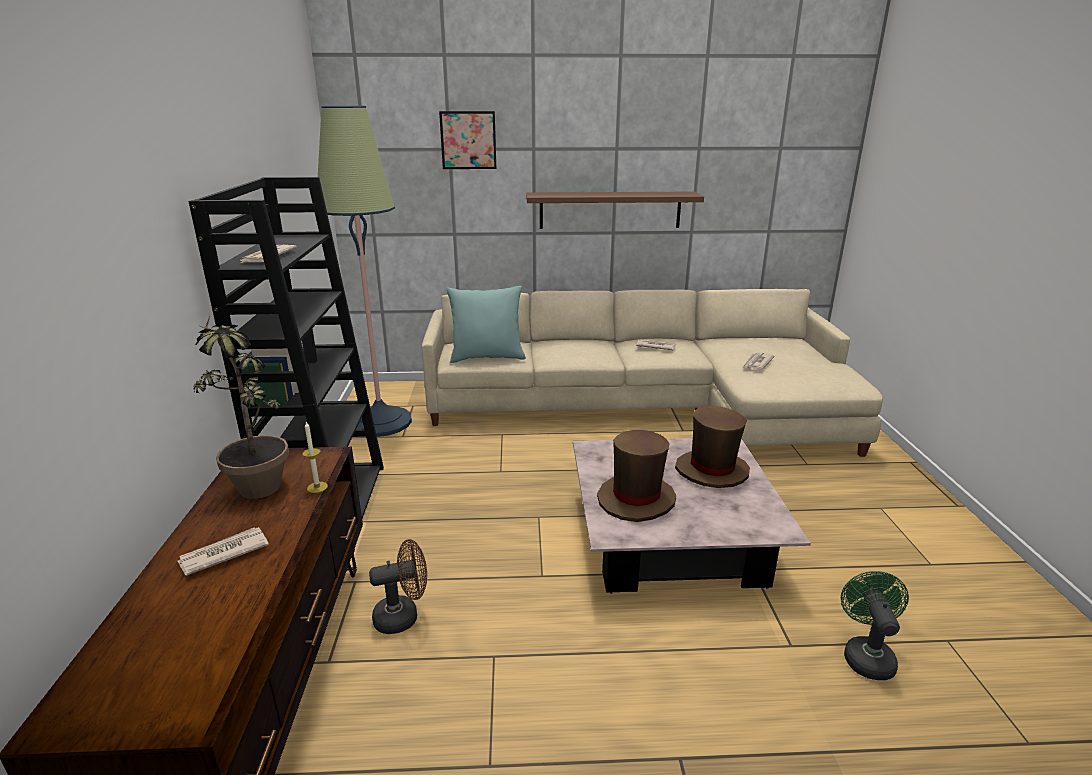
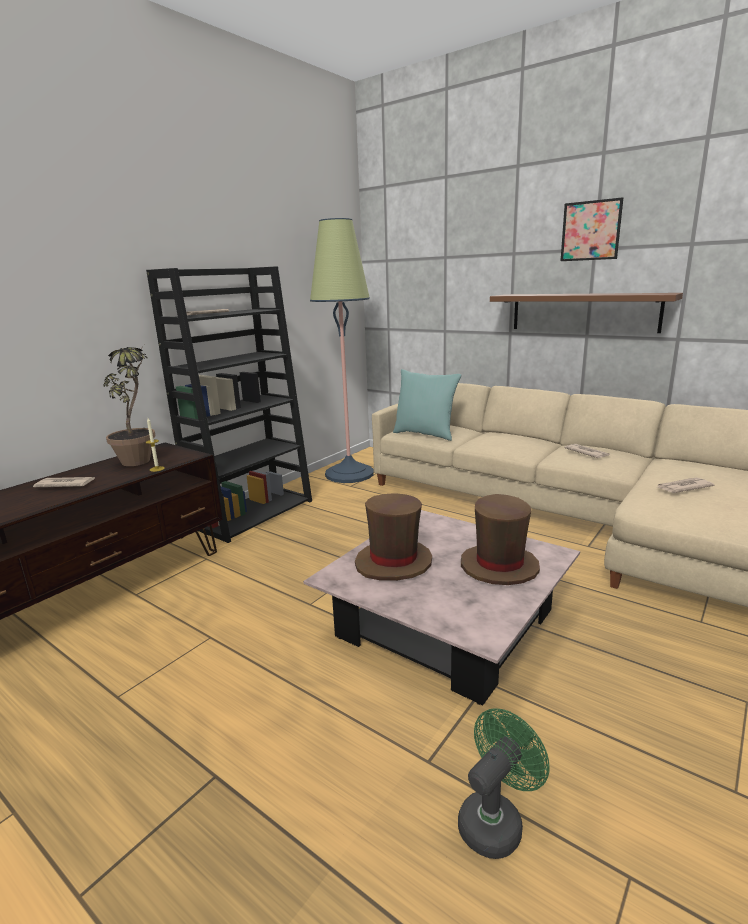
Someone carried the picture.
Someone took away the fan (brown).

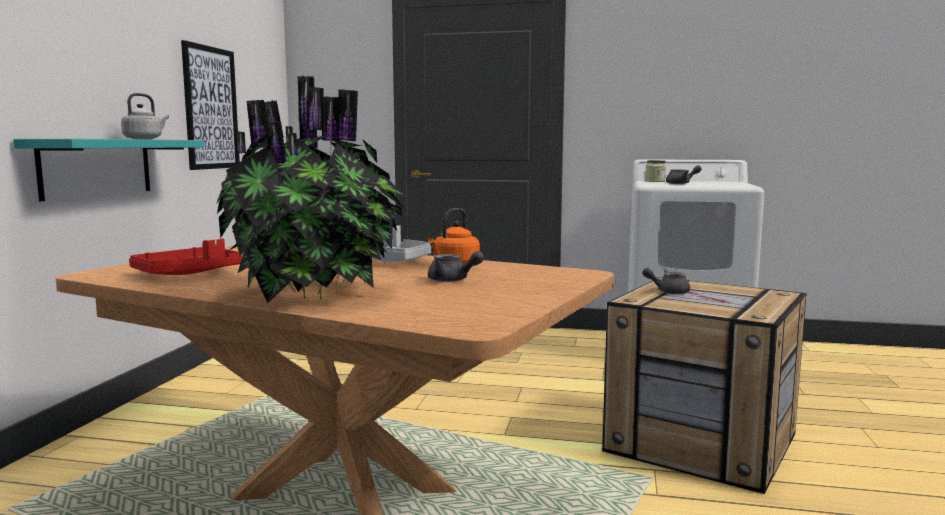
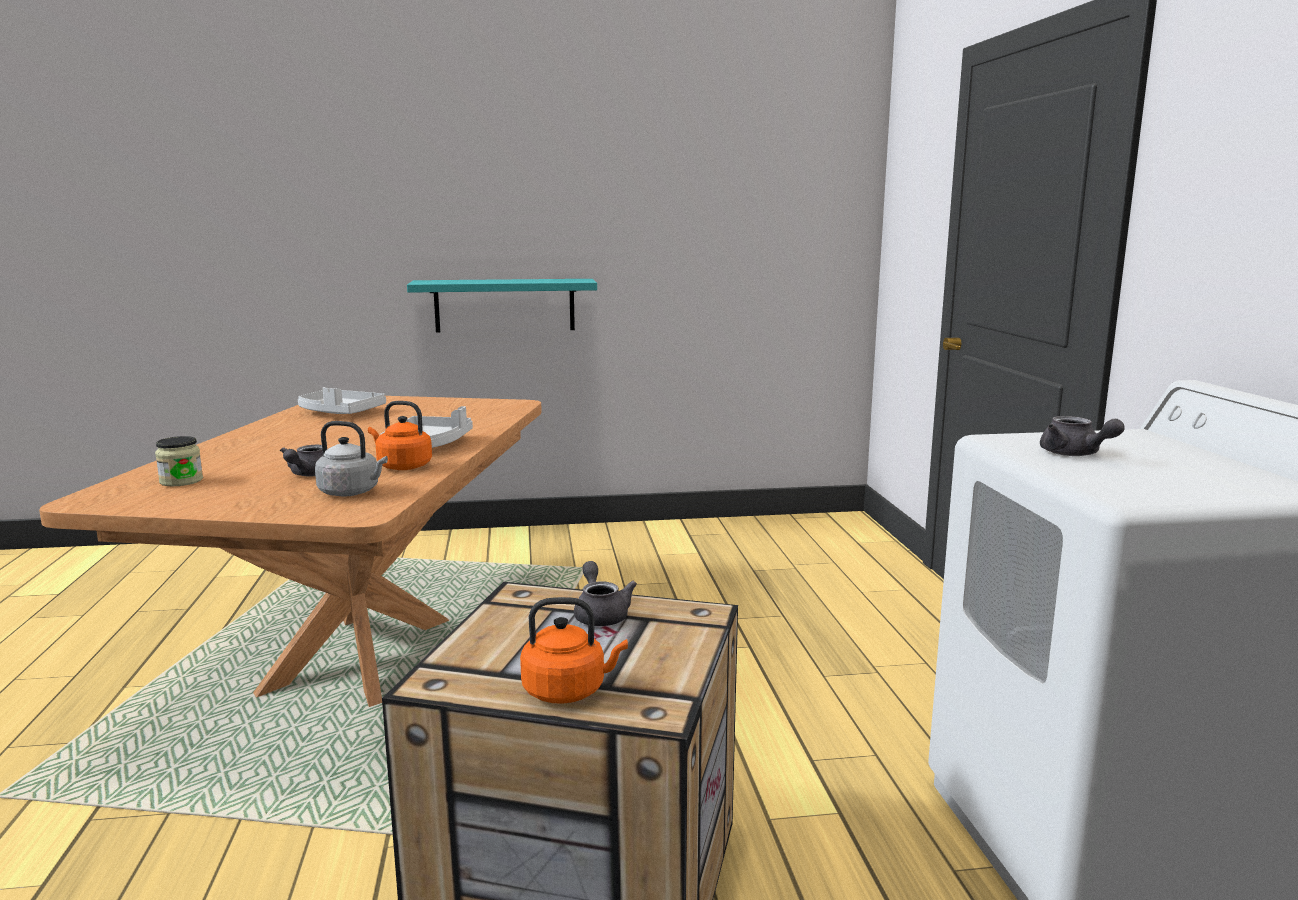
Someone carried the storage jar.
Someone repainted the serving tray (red), which became the serving tray (grey) (no. 1 from left).
Someone carried the water kettle (grey).
Someone put down the water kettle (orangey) (no. 2 from left).
Someone took away the picture.
Someone took away the potted plant.

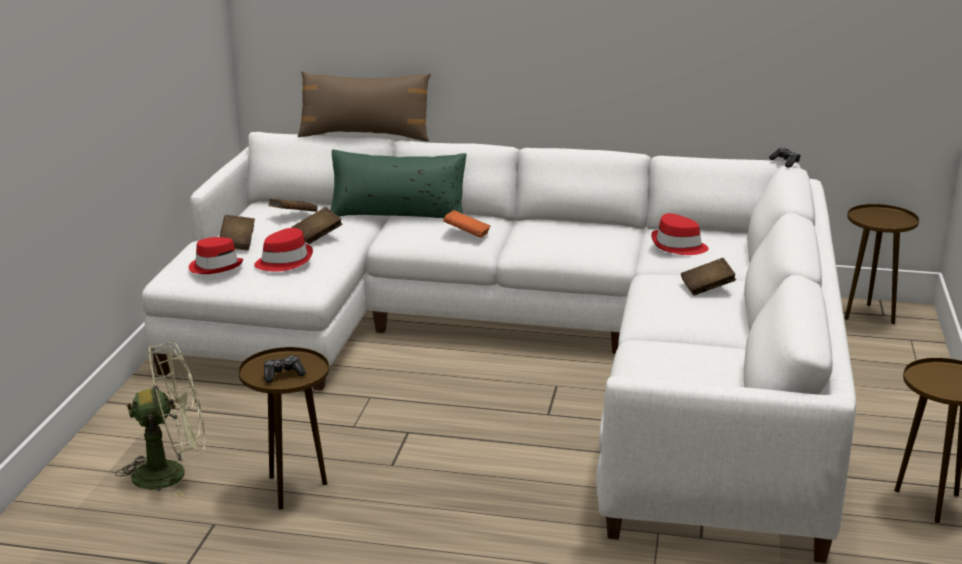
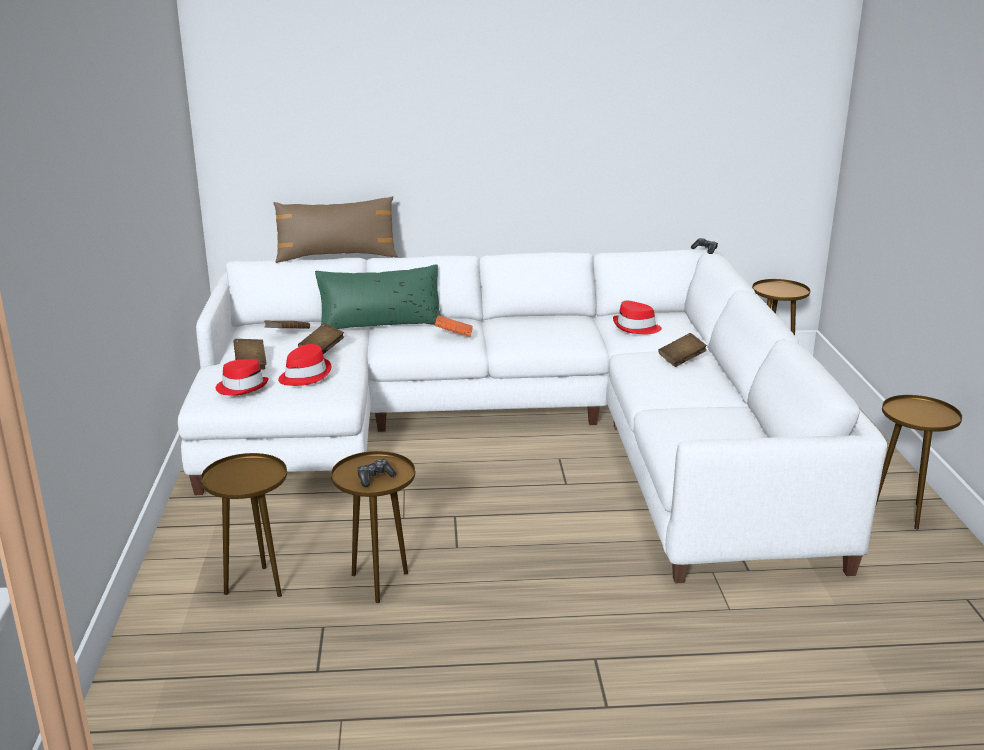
Someone swapped the fan (greenish) for the accent table (brown) (no. 1 from left).

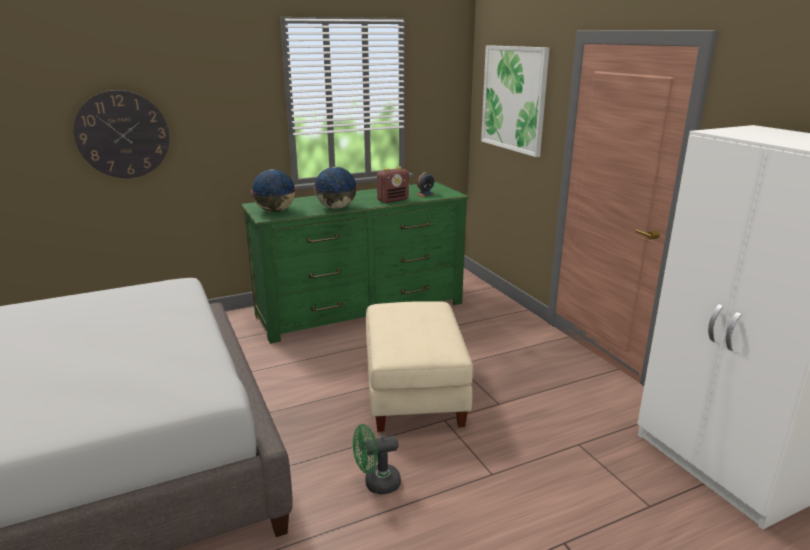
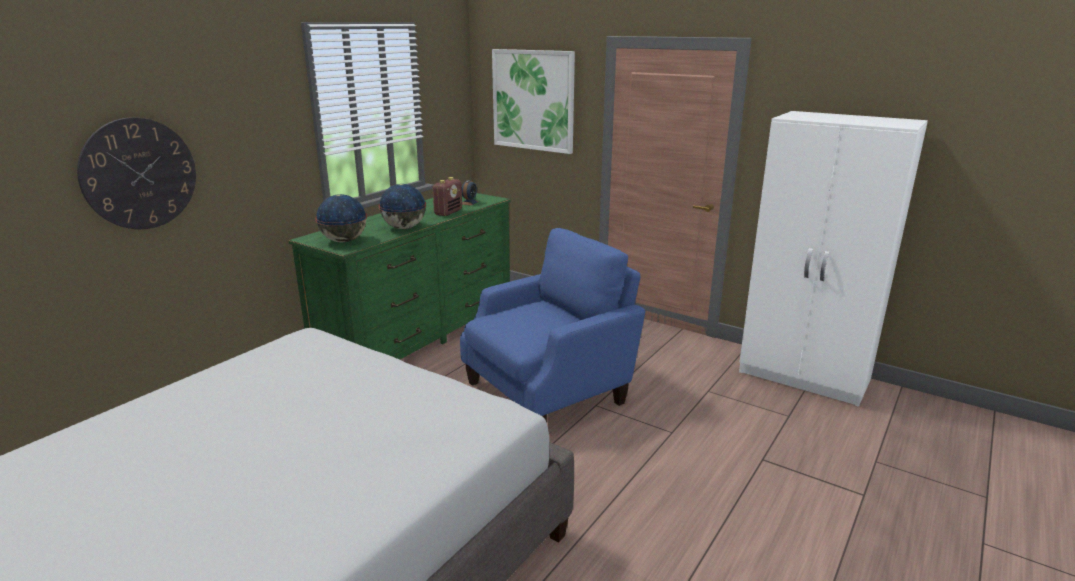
Someone swapped the pouffe (beige-coloured) for the armchair (blue-coloured).
Someone took away the fan (greenish).

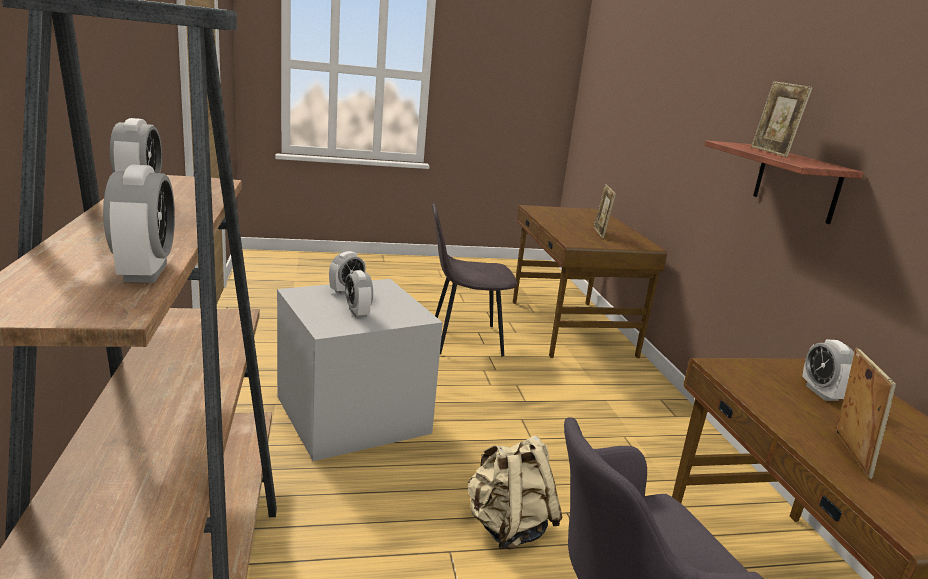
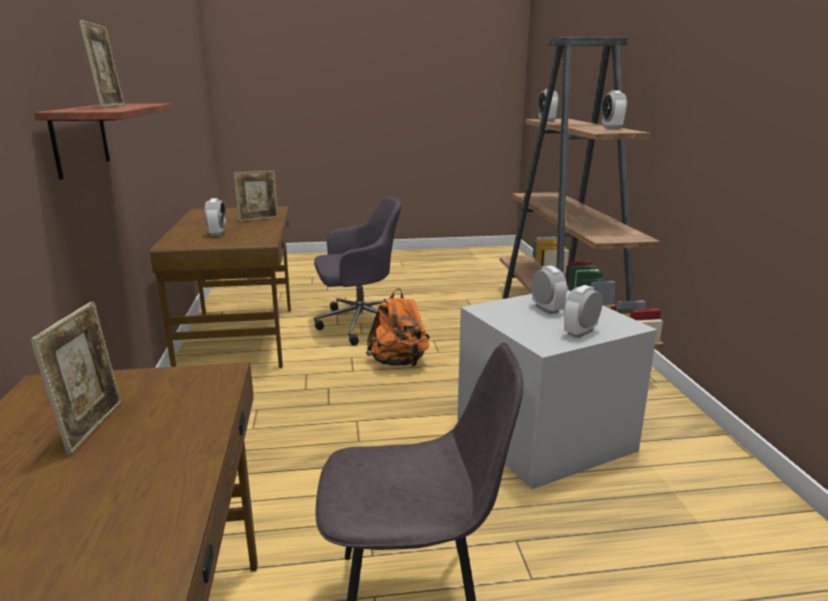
Someone rotated the photo frame (no. 3 from left) by 135 degrees counterclockwise.
Someone repainted the rucksack (beige-coloured), which became the rucksack (orangey).

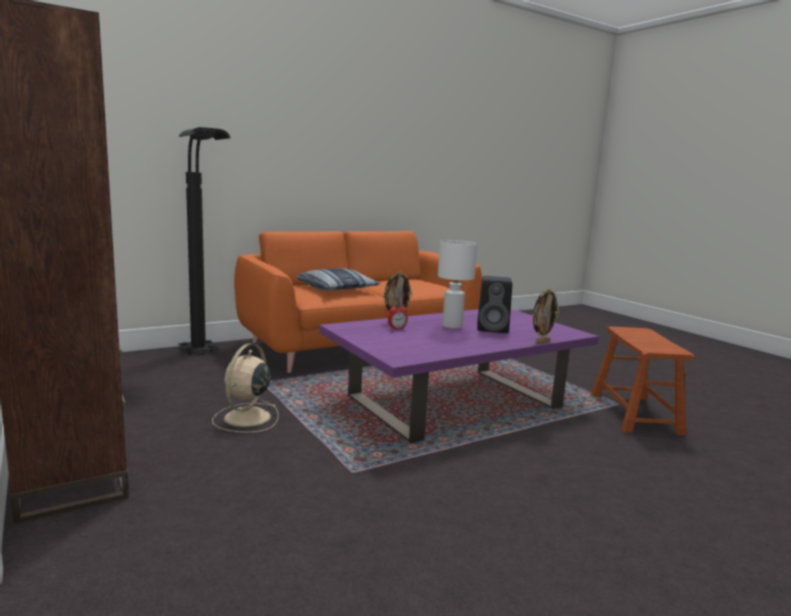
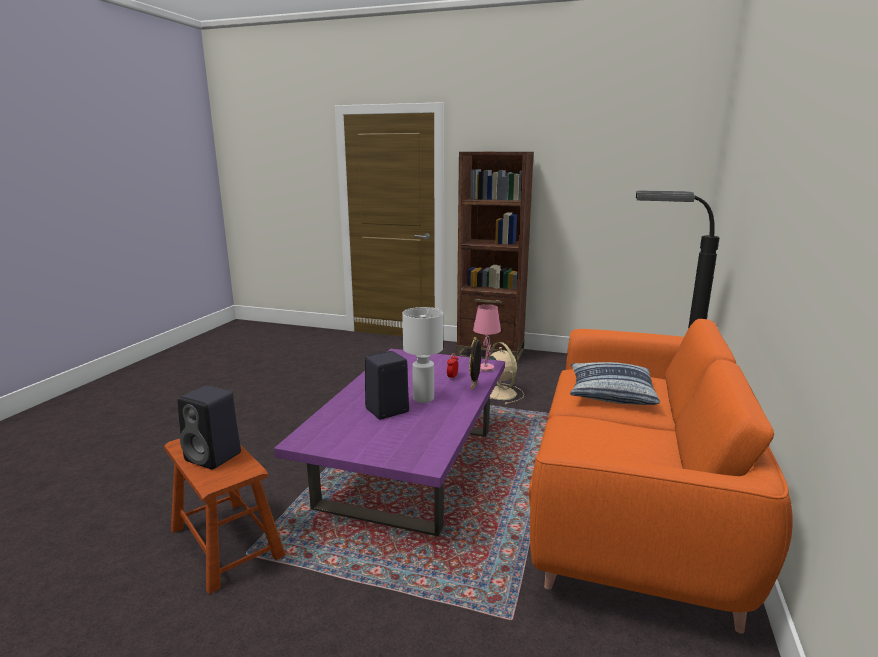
Someone put down the audio speaker (black) (no. 1 from left).
Someone put down the table lamp (pink).
Someone took away the photo frame (no. 2 from left).

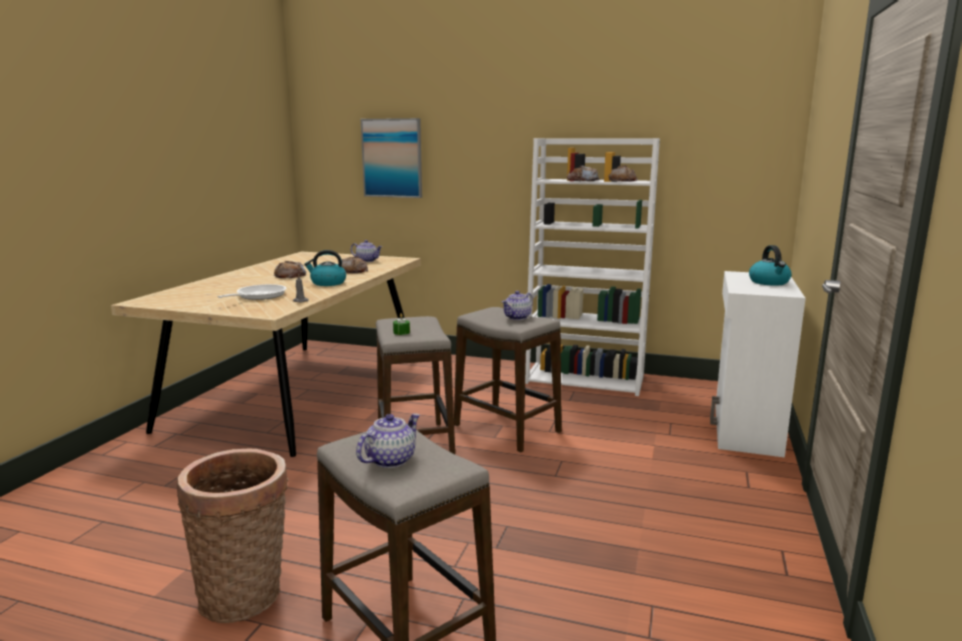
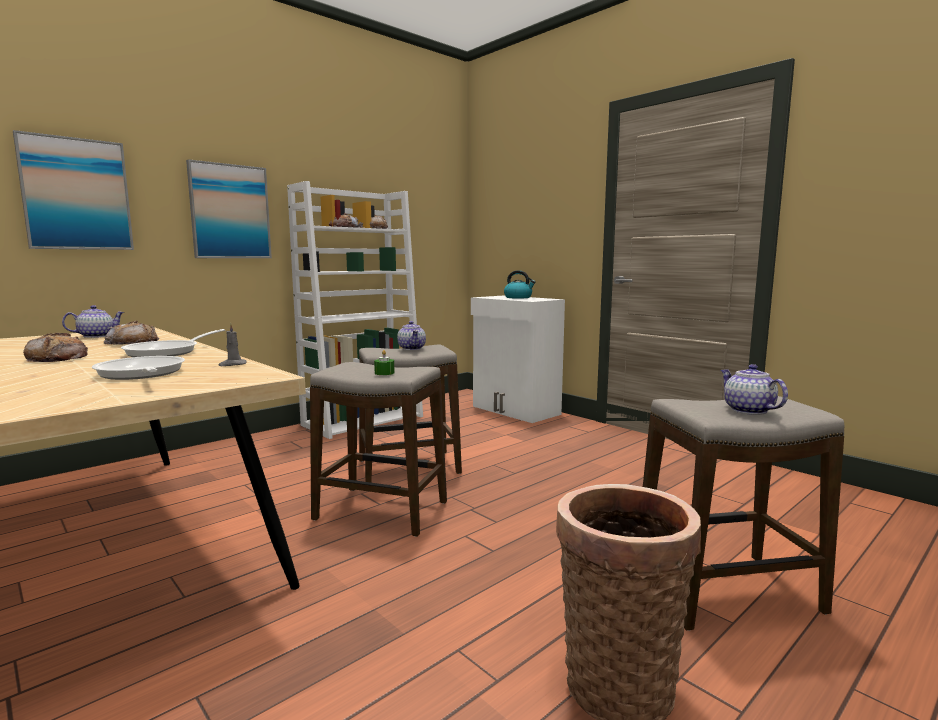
Someone swapped the water kettle (no. 1 from left) for the pan (no. 2 from left).
Someone put up the picture (no. 2 from left).

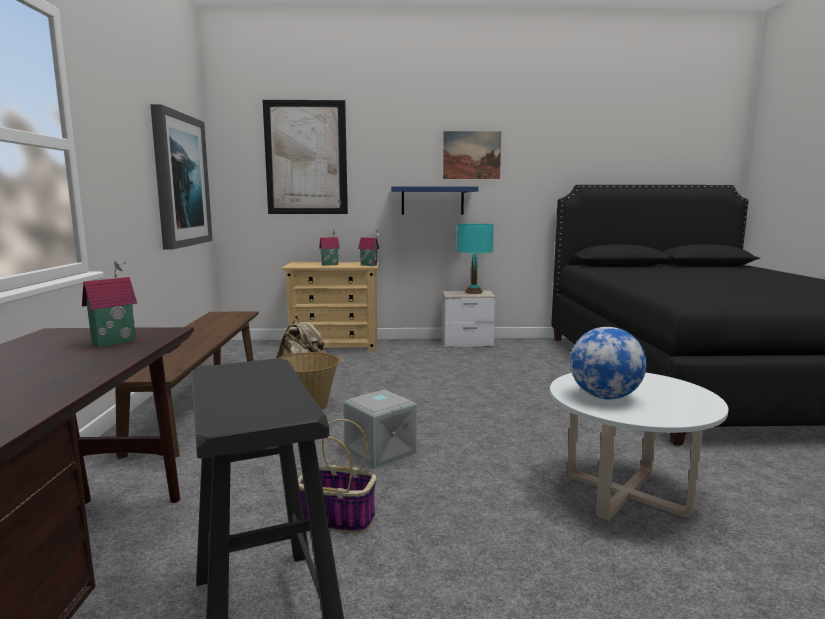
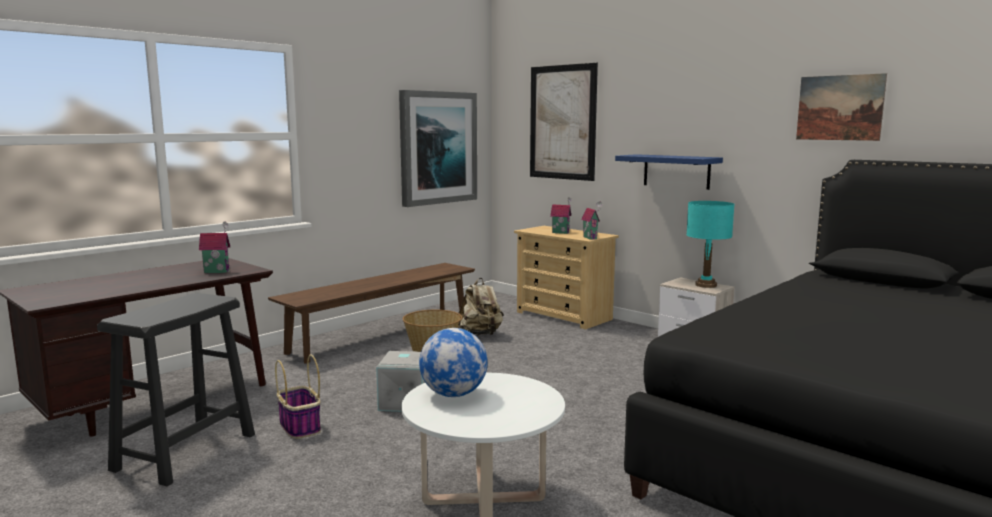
Someone carried the picture (no. 3 from left).

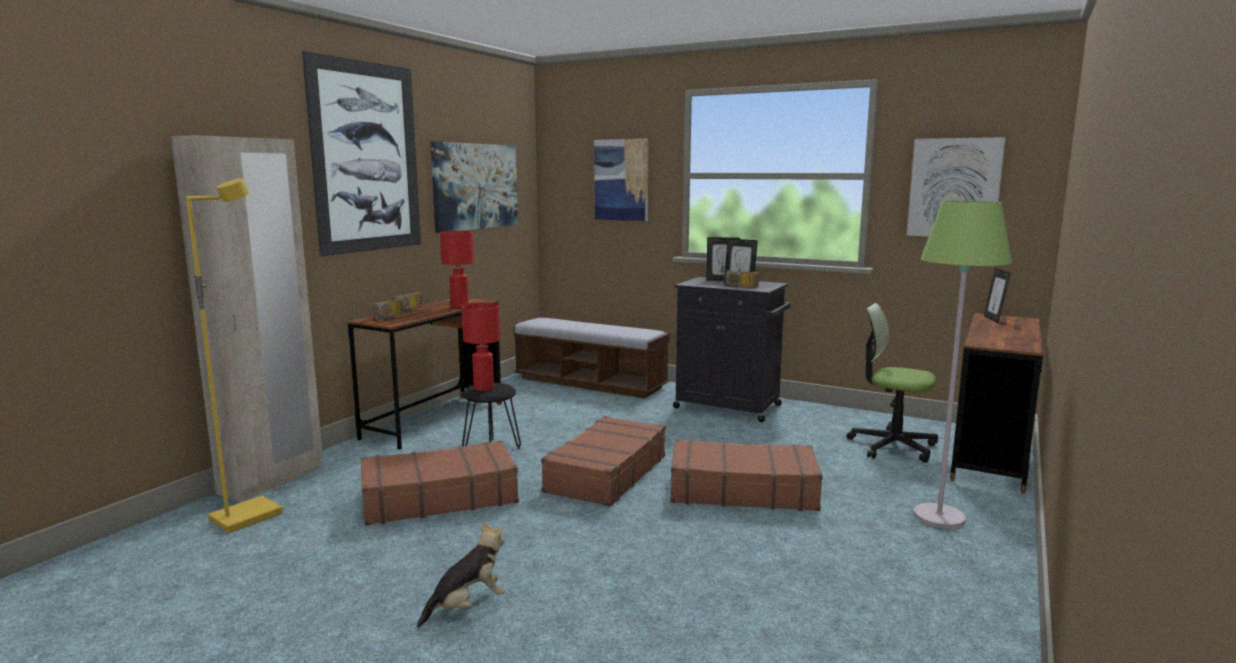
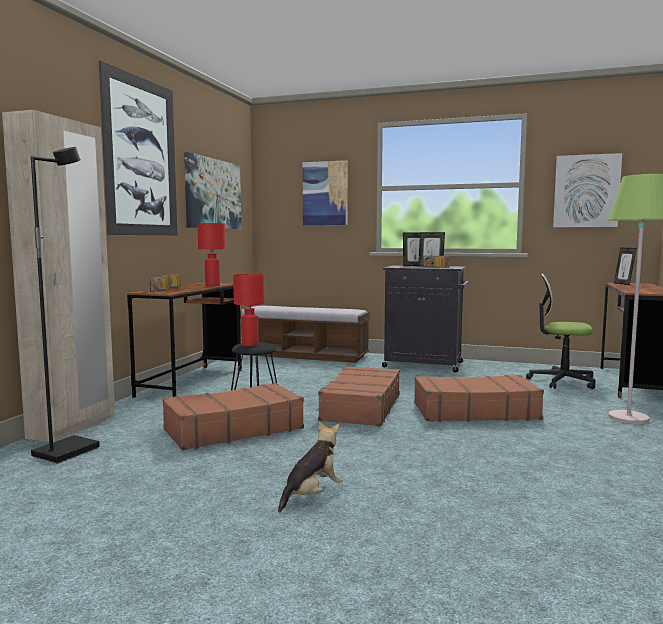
Someone repainted the standing lamp (yellowish), which became the standing lamp (black).

